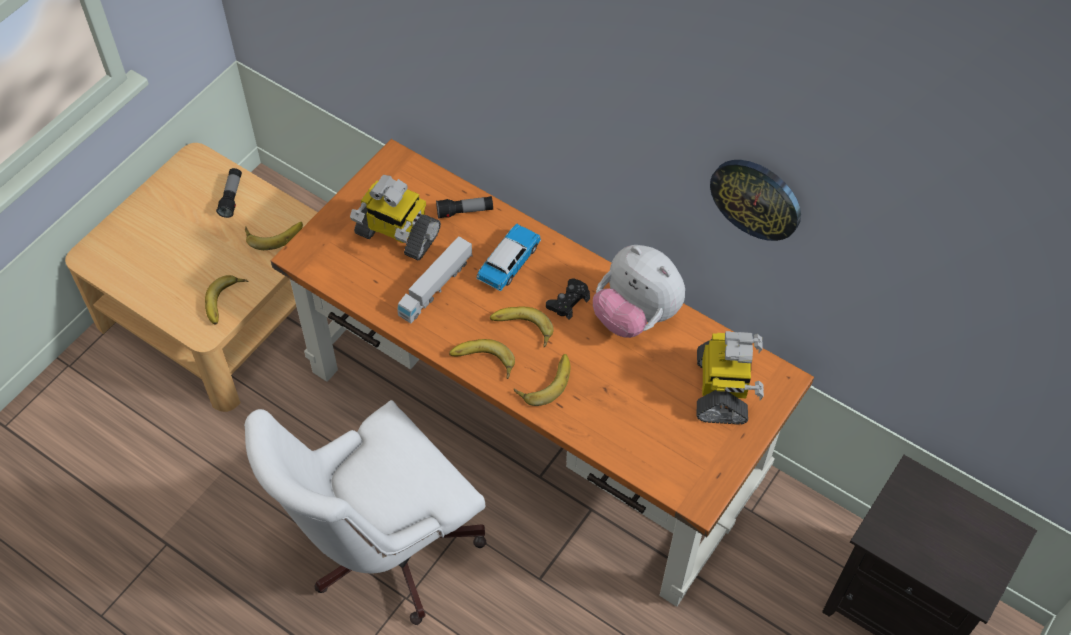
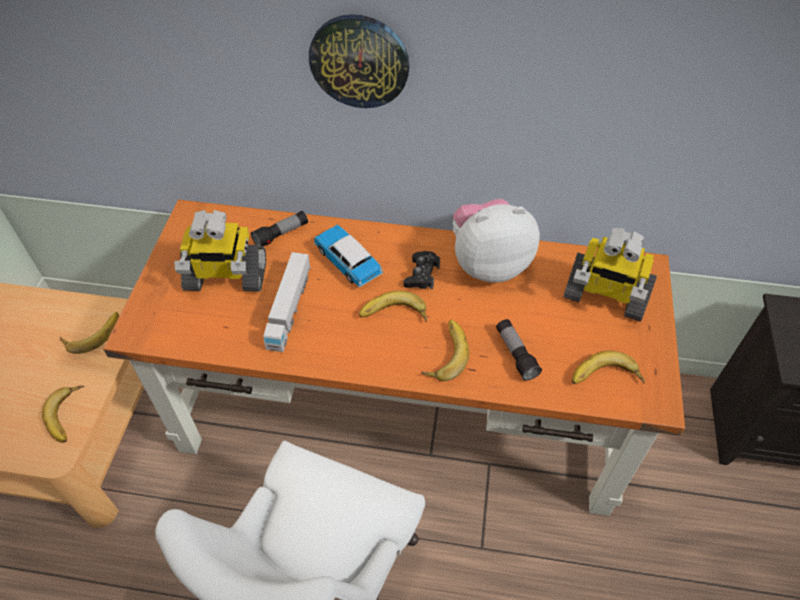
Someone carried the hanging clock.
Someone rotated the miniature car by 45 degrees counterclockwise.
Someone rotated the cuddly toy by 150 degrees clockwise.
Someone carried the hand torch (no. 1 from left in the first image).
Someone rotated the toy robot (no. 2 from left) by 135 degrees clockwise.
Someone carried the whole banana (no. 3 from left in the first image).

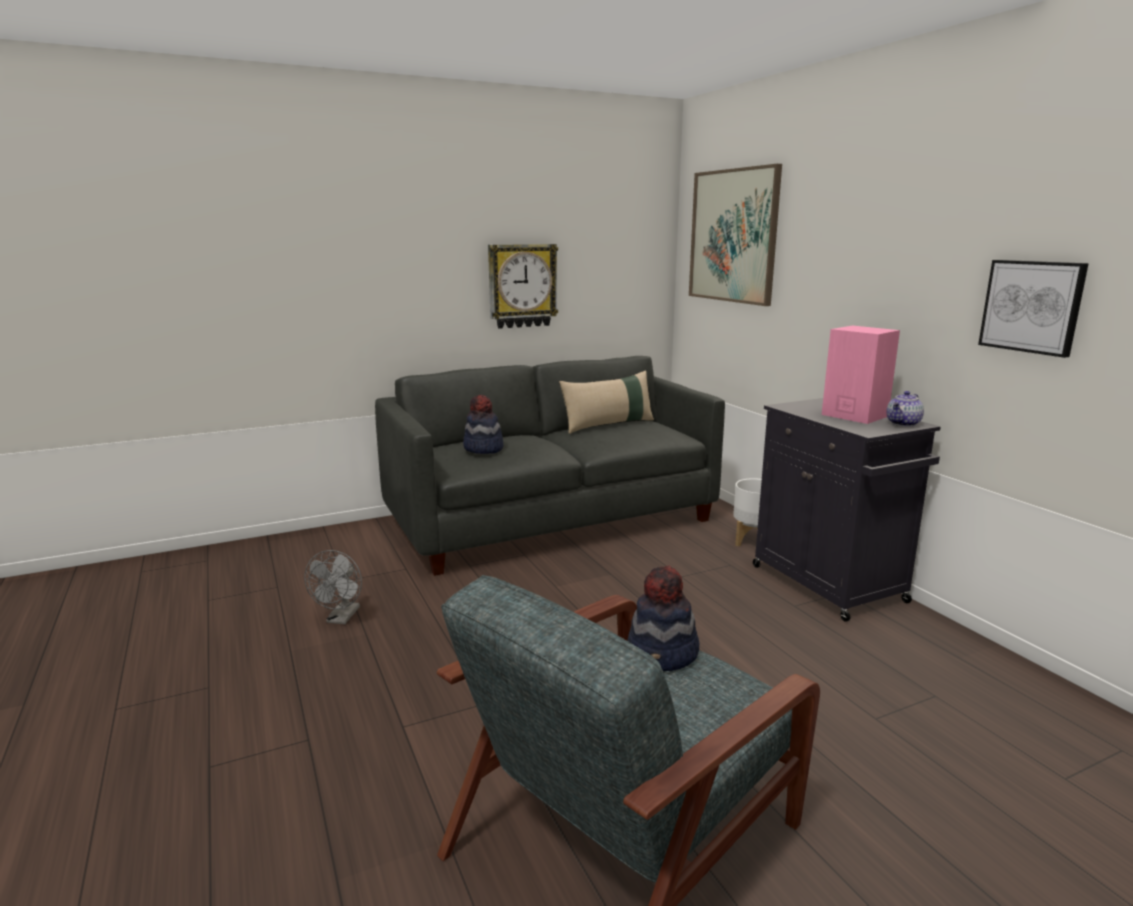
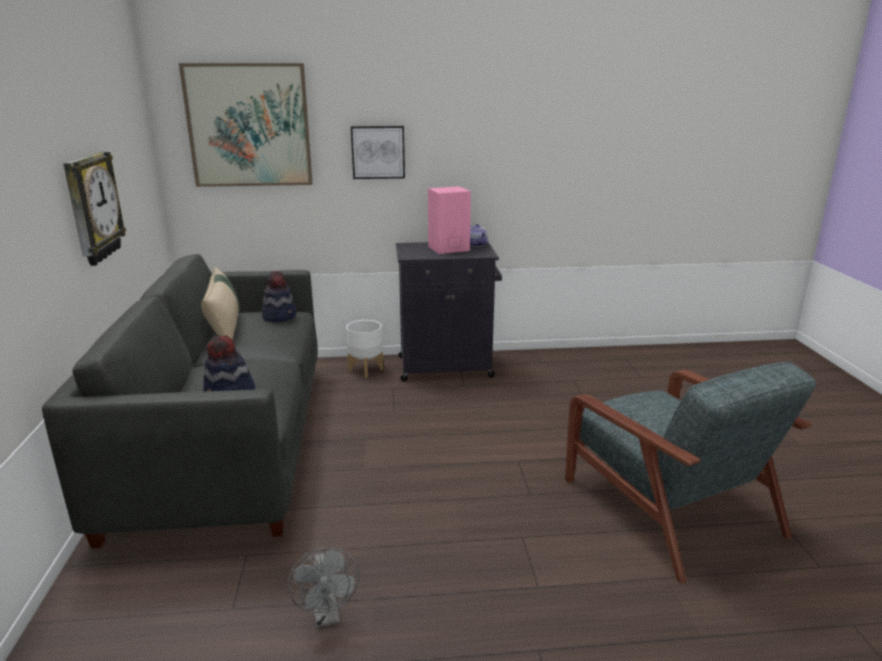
Someone carried the clothing hat (no. 2 from left).
Someone rotated the fan (grey) by 45 degrees clockwise.
Someone carried the picture (no. 2 from left).

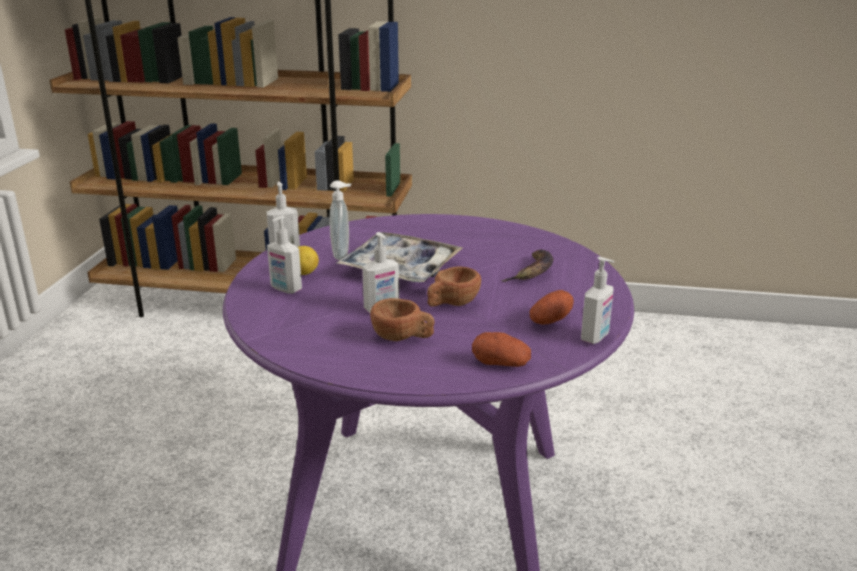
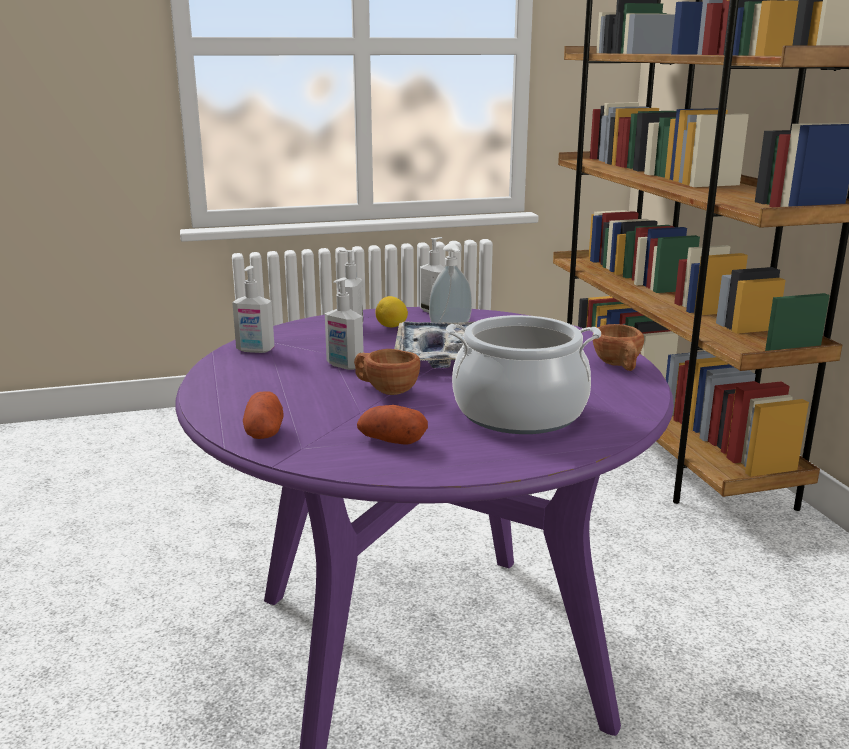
Someone carried the soap bottle (no. 5 from left in the first image).
Someone swapped the whole banana for the stockpot.
Someone carried the drinking cup (brown) (no. 1 from left in the first image).

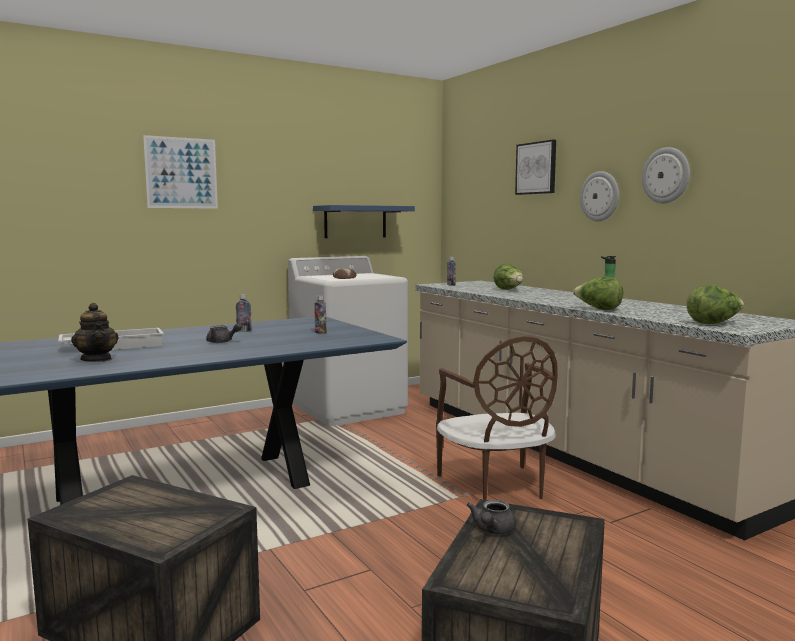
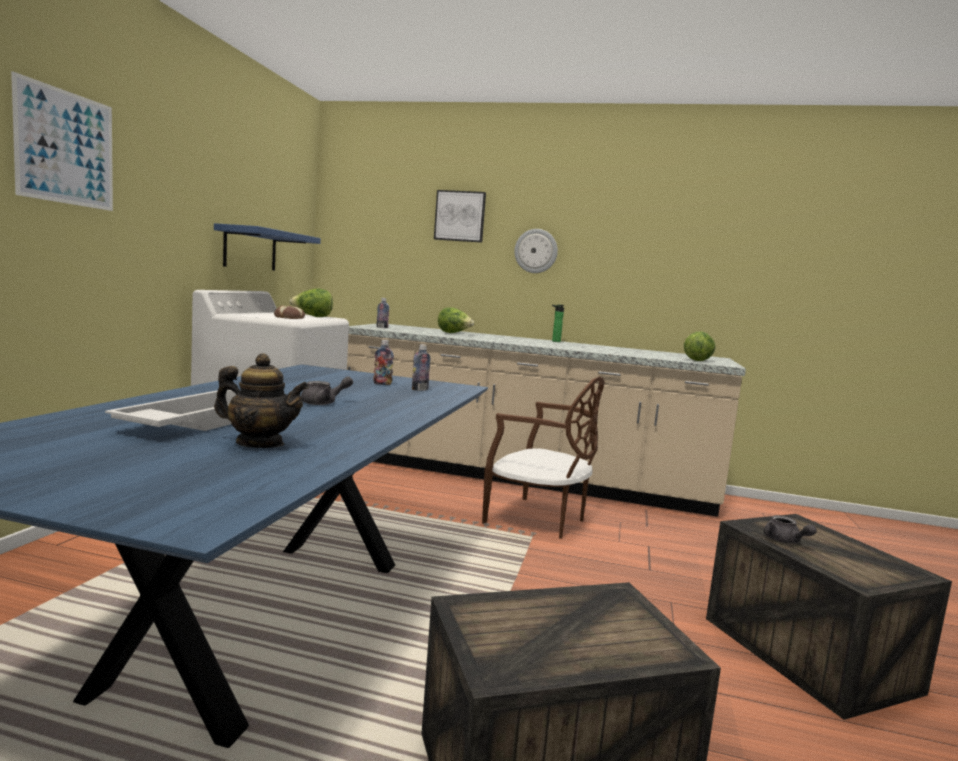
Someone carried the lettuce (no. 2 from left in the first image).
Someone carried the bottle (no. 1 from left in the first image).
Someone took away the hanging clock (no. 2 from left).

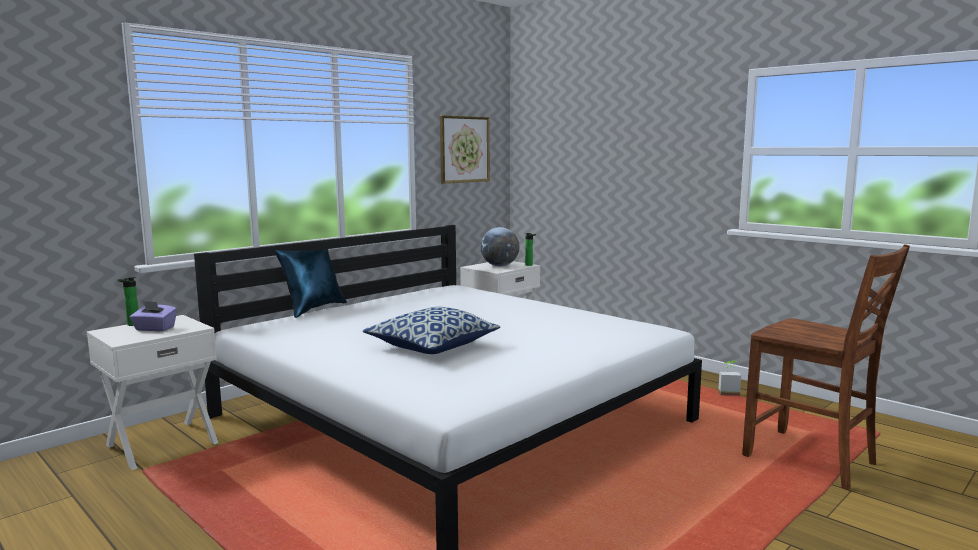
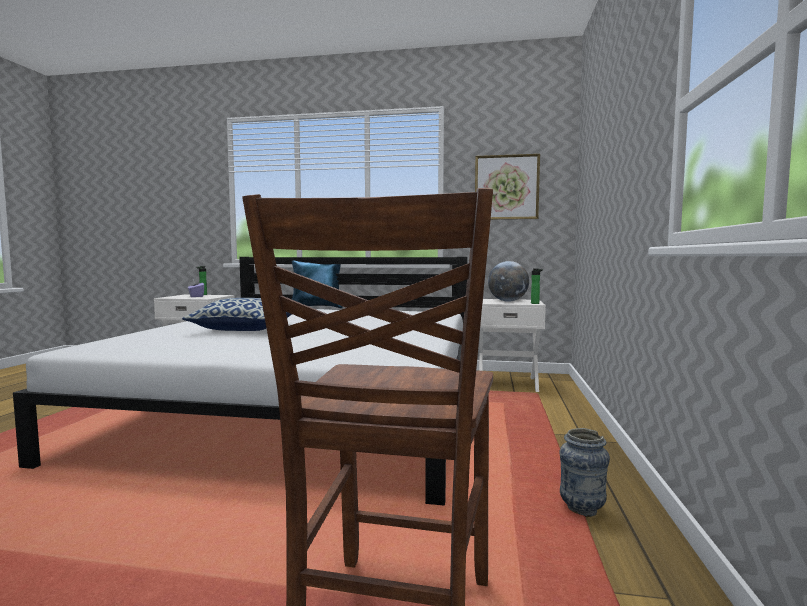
Someone swapped the potted plant for the decorative vase.

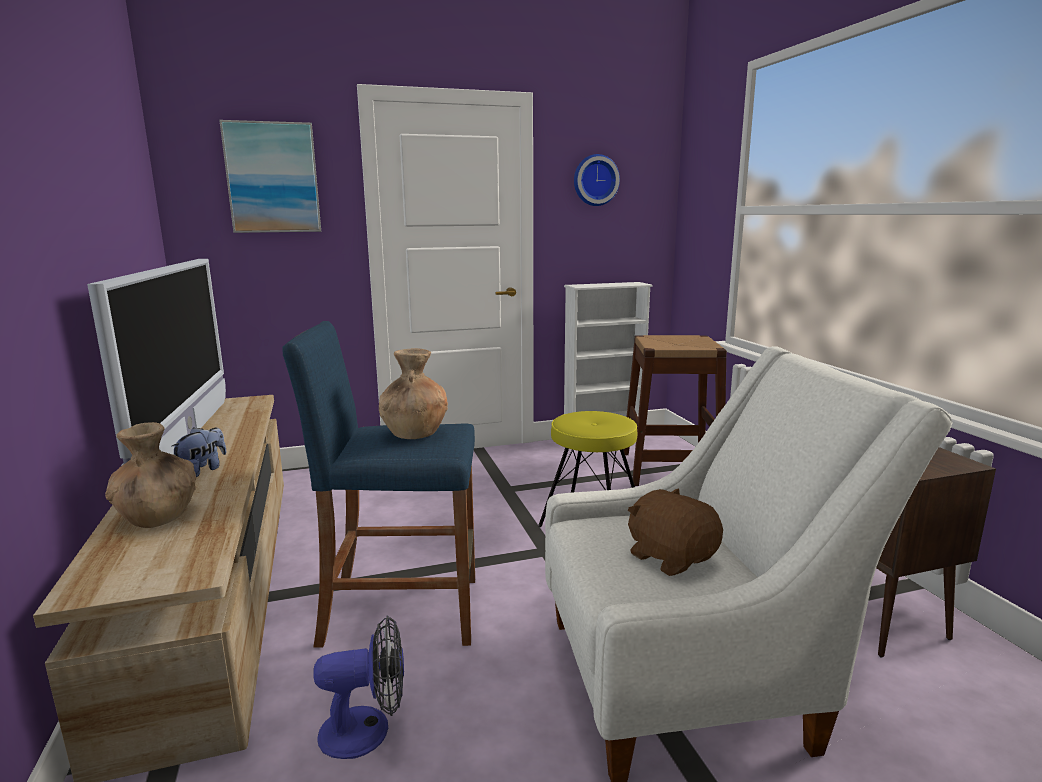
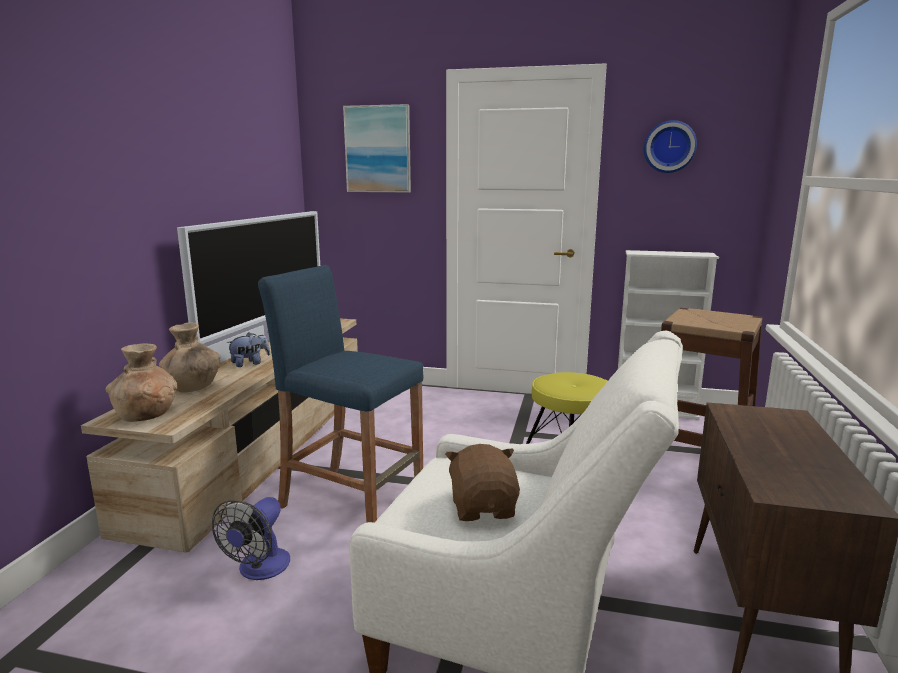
Someone carried the decorative vase (brown) (no. 2 from left in the first image).
Someone rotated the fan by 90 degrees clockwise.

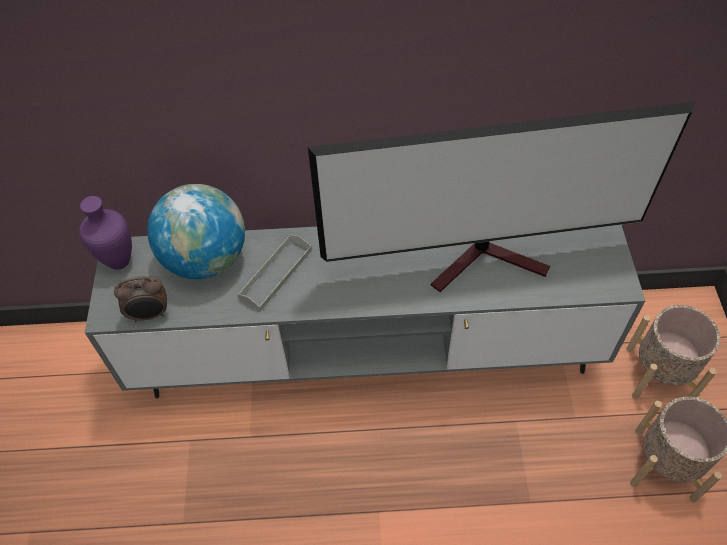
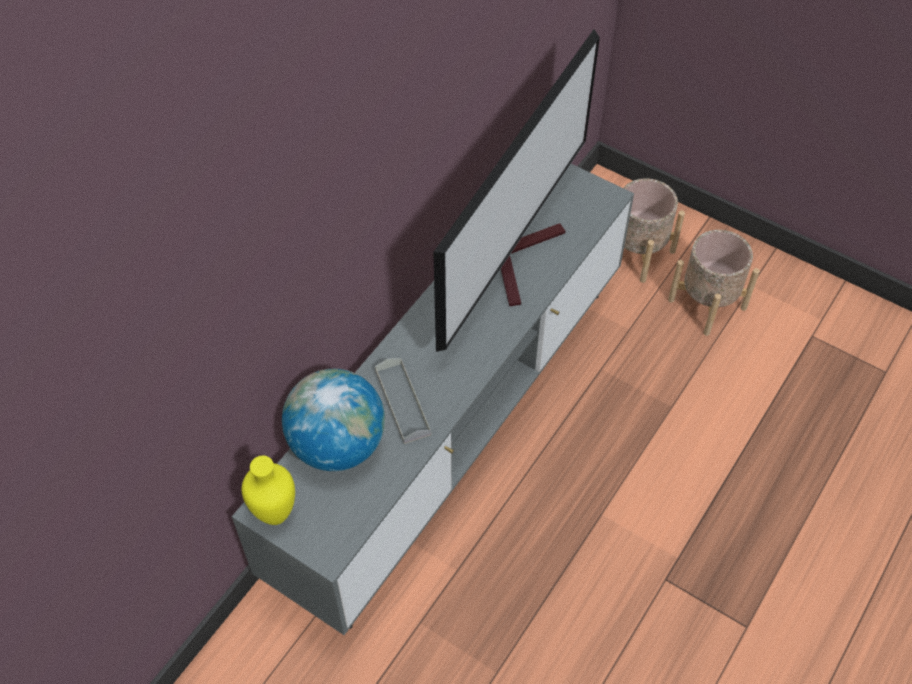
Someone repainted the decorative vase (purple), which became the decorative vase (yellowish).
Someone took away the alarm clock.

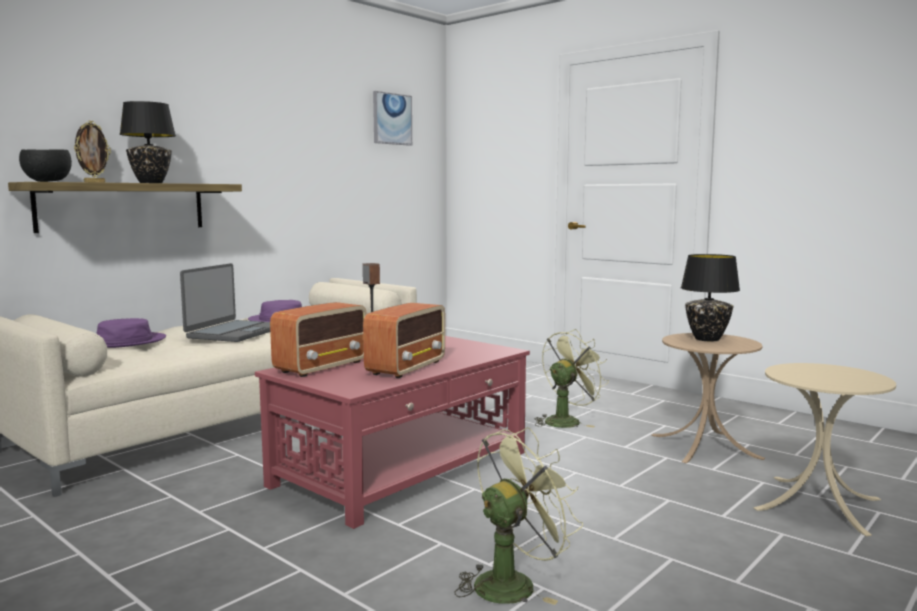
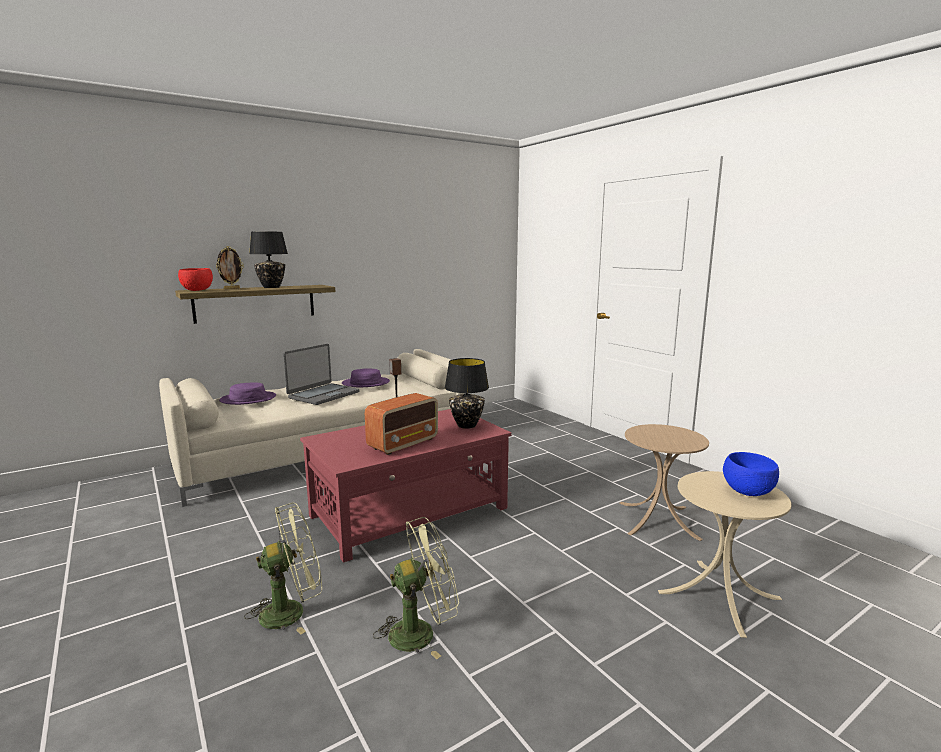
Someone repainted the serving bowl (black), which became the serving bowl (red).
Someone carried the fan (greenish) (no. 2 from left in the first image).
Someone carried the table lamp (black) (no. 2 from left).
Someone put down the serving bowl (blue-coloured).
Someone took away the radio (no. 1 from left).
Someone took away the picture.

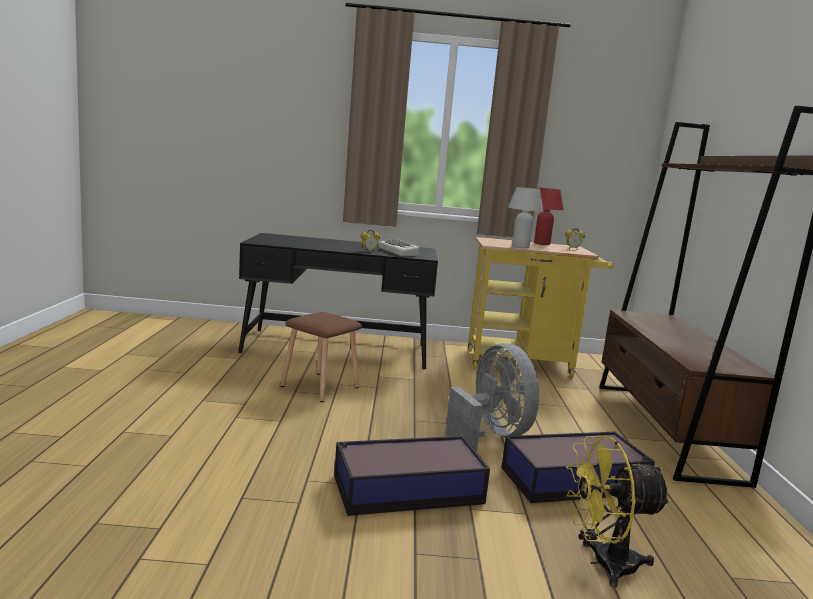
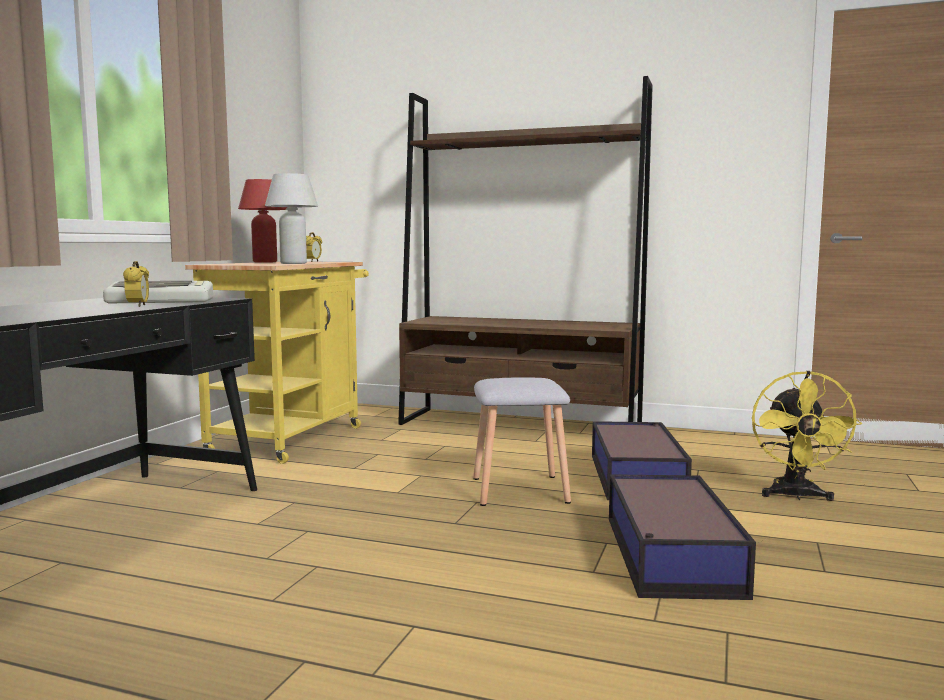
Someone swapped the fan (grey) for the stool seat (grey).
Someone took away the stool seat (brown).

